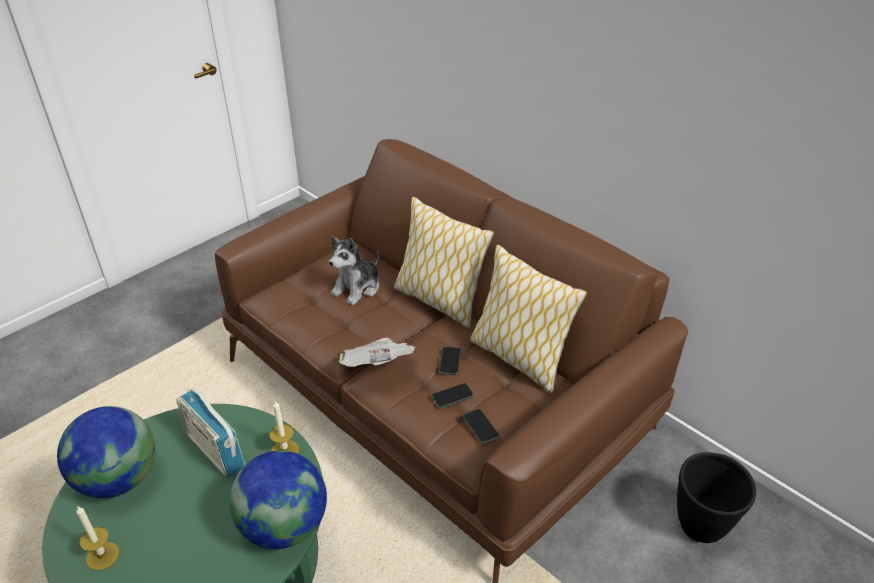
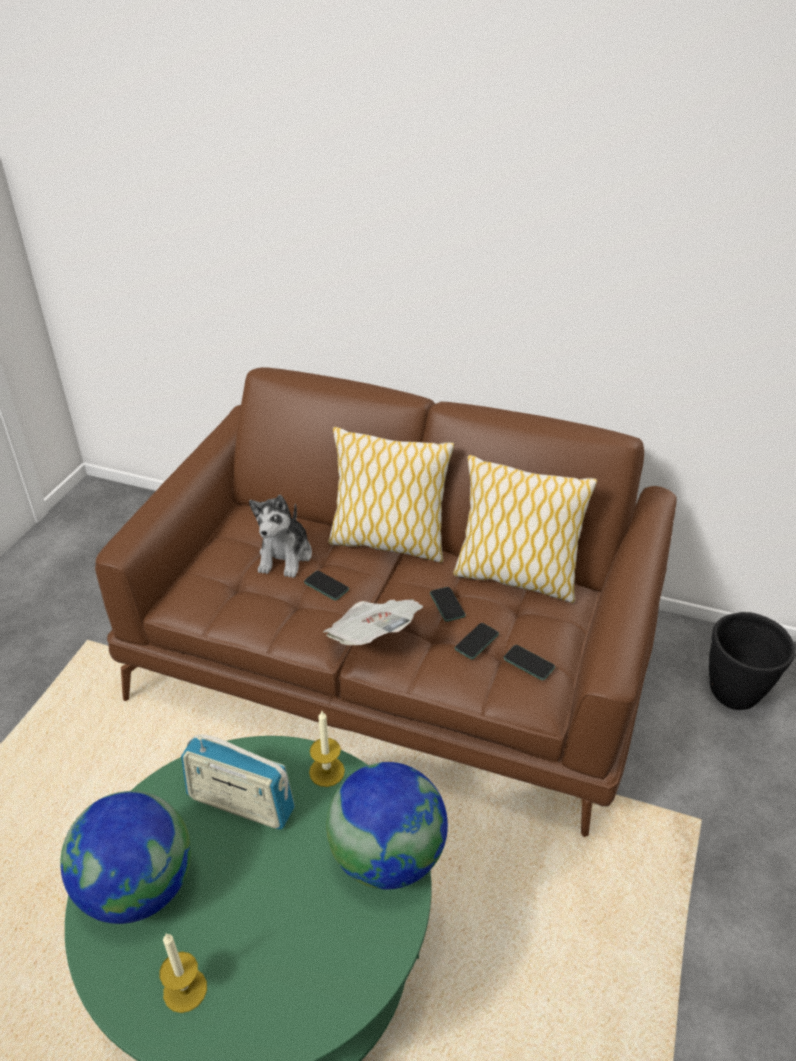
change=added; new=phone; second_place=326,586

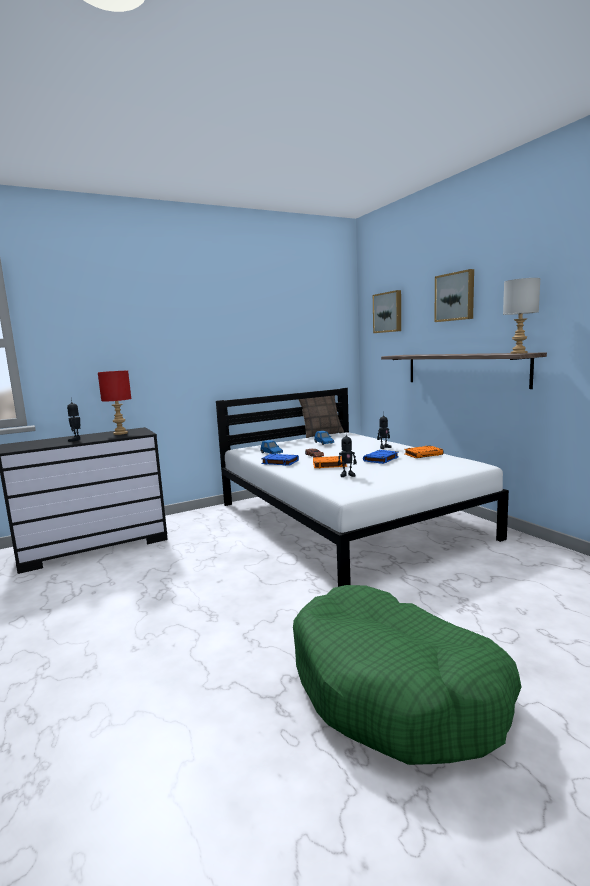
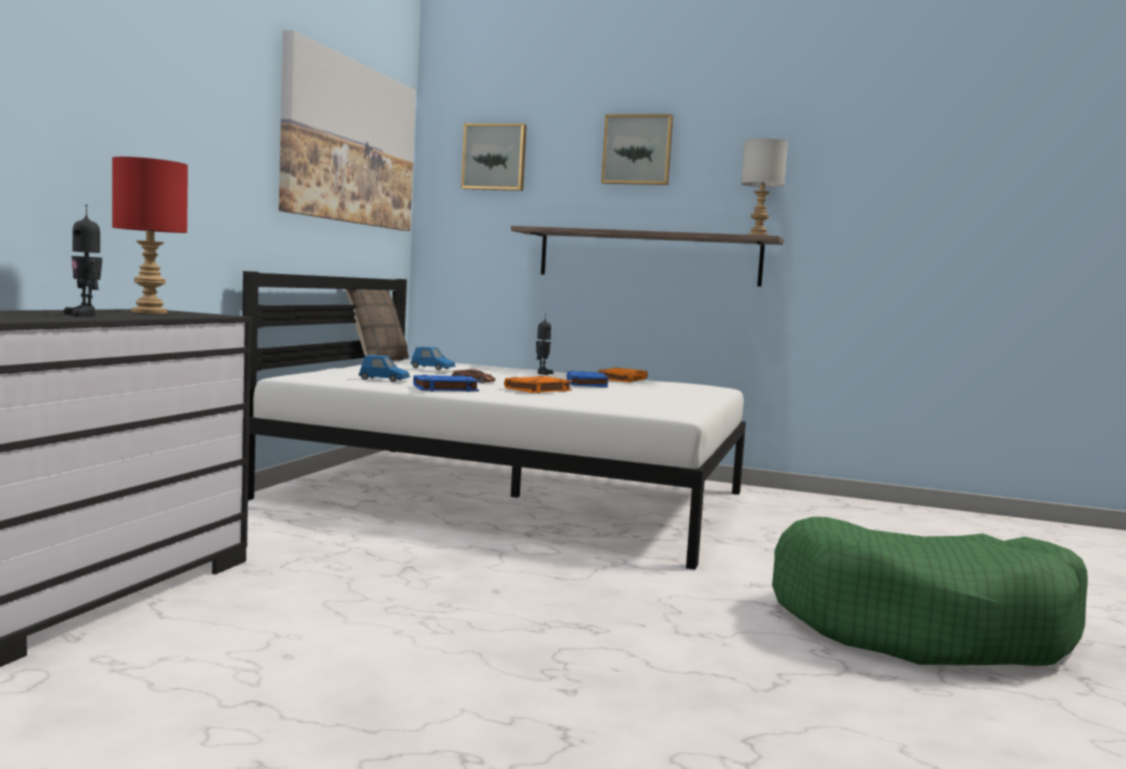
change=removed; old=toy robot; first_place=347,475
change=added; new=picture; second_place=350,143

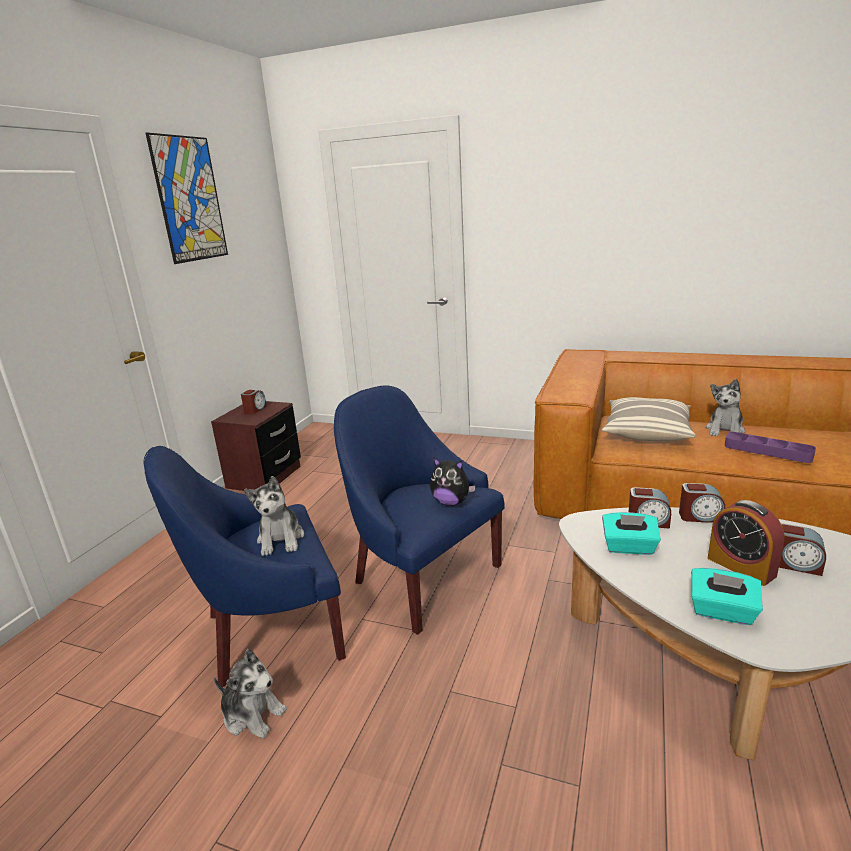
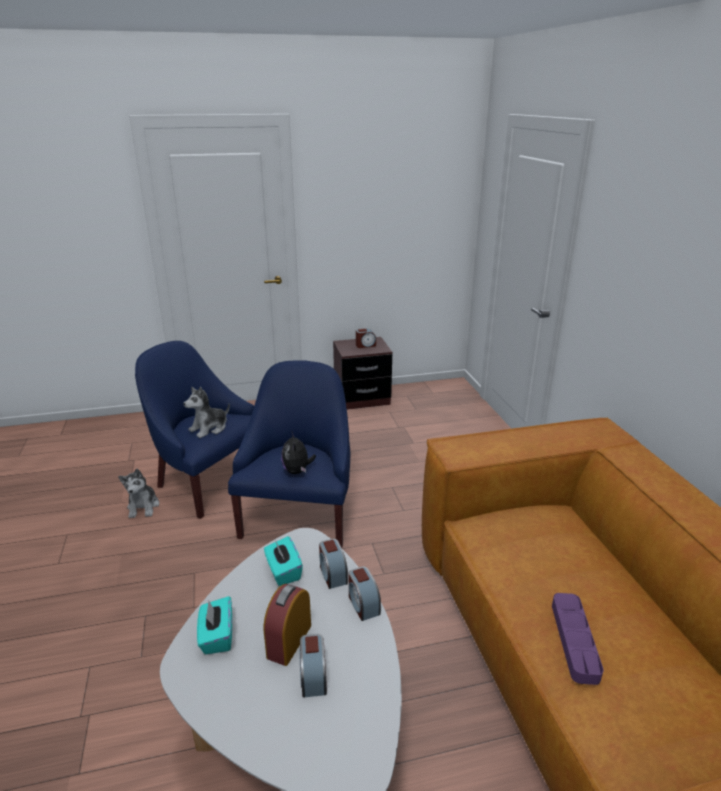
change=removed; old=picture; first_place=189,199
change=removed; old=pillow; first_place=646,432
change=removed; old=plush toy; first_place=725,430

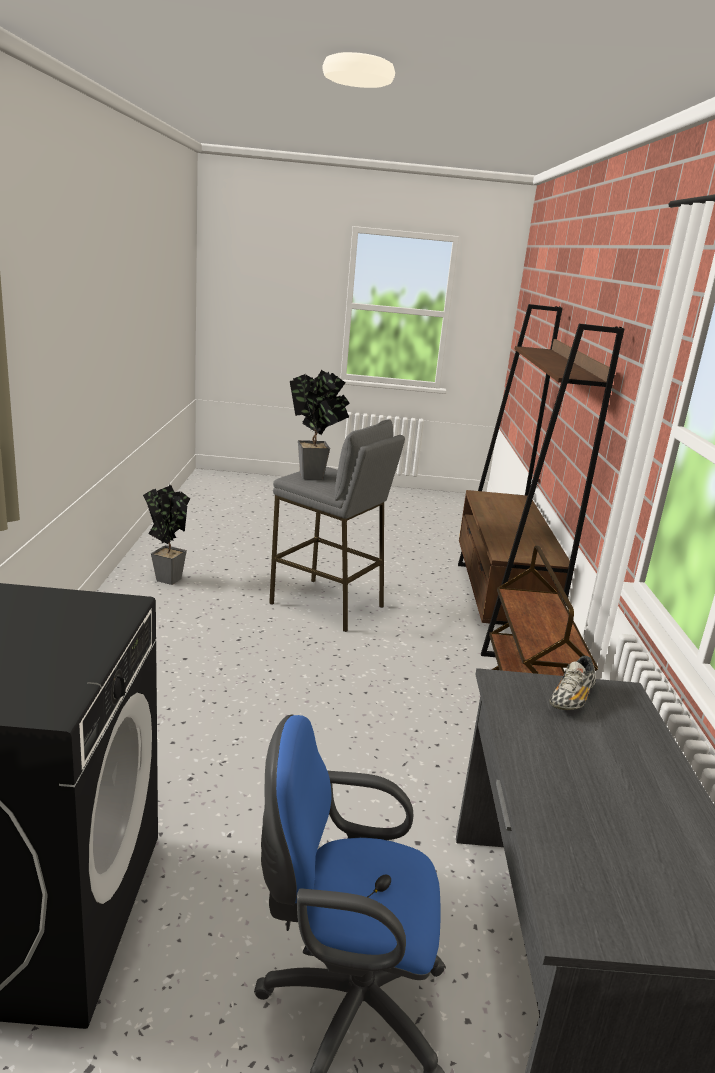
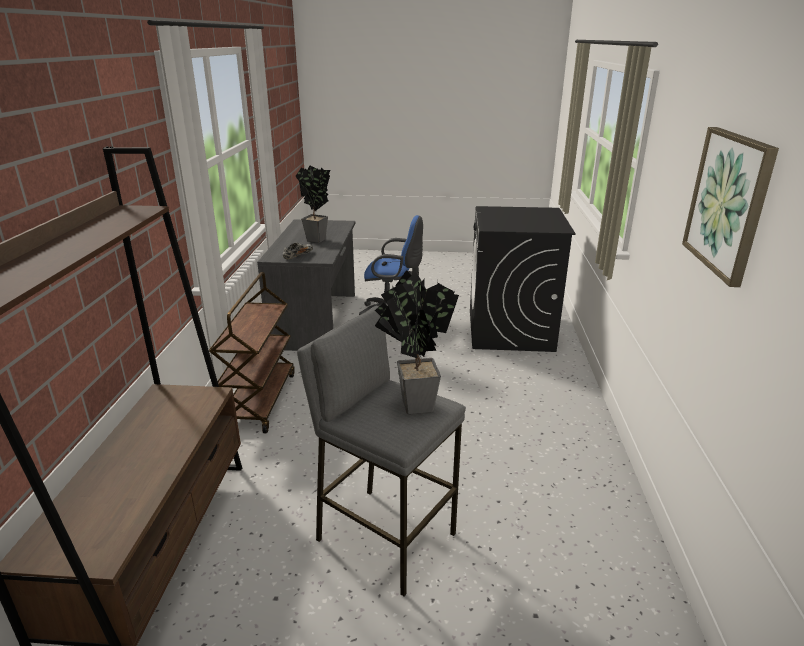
change=added; new=picture; second_place=728,203
change=moved; old=potted plant; first_place=166,578; second_place=317,241

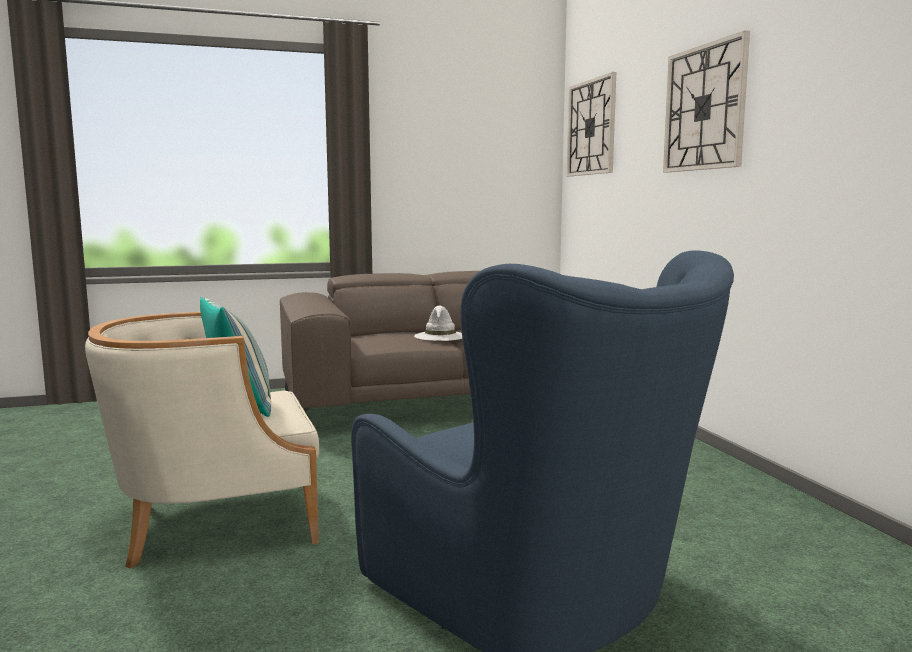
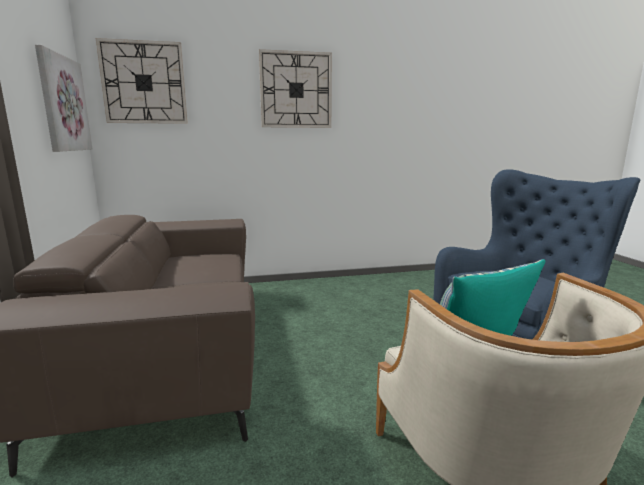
change=removed; old=white hat; first_place=440,336
change=added; new=picture; second_place=63,104

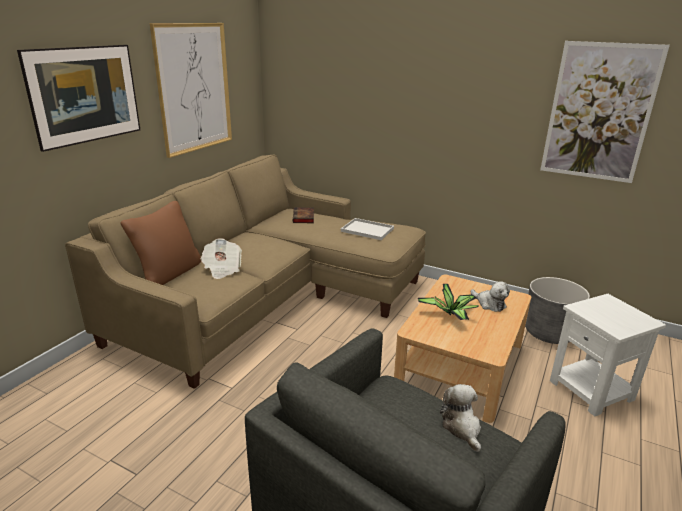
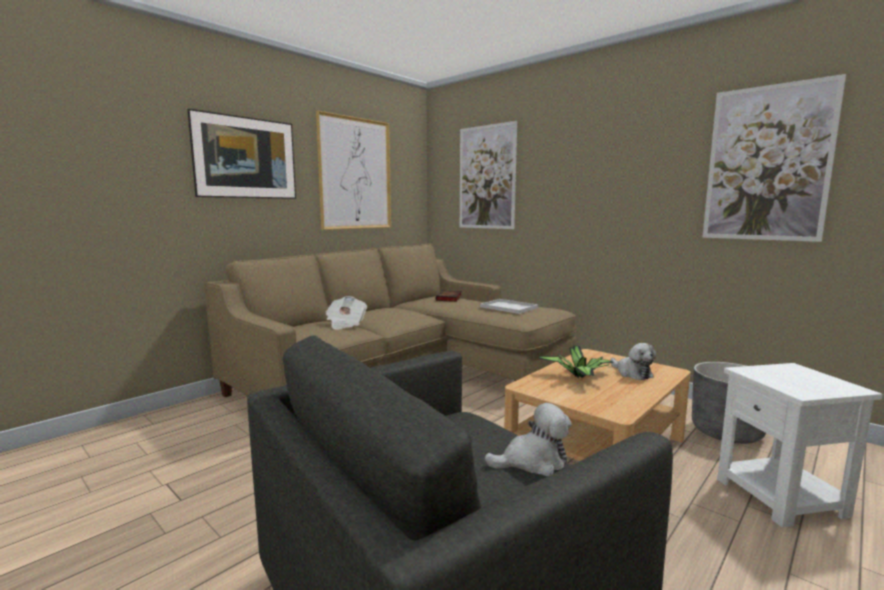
change=removed; old=brown pillow; first_place=168,274
change=added; new=picture; second_place=486,177
change=turned; old=plush toy; first_place=462,427; second_place=533,462; degrees=75

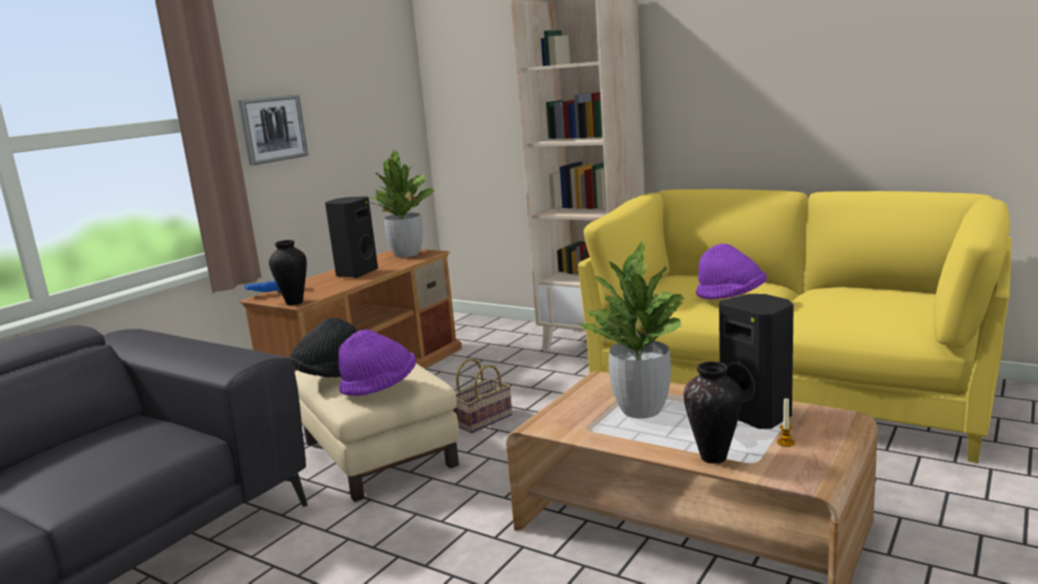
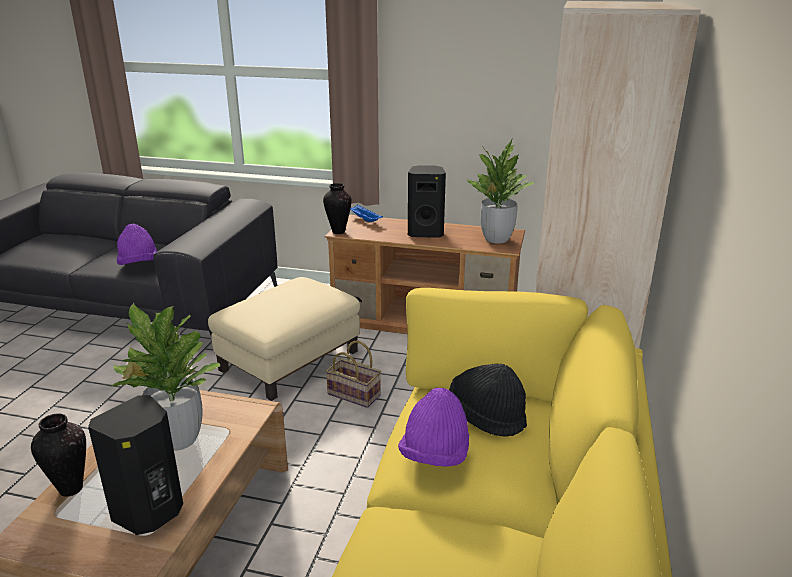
change=removed; old=picture; first_place=273,129
change=removed; old=candle; first_place=785,442
change=moved; old=black hat; first_place=329,375; second_place=486,416
change=moved; old=purple hat; first_place=380,388; second_place=139,265

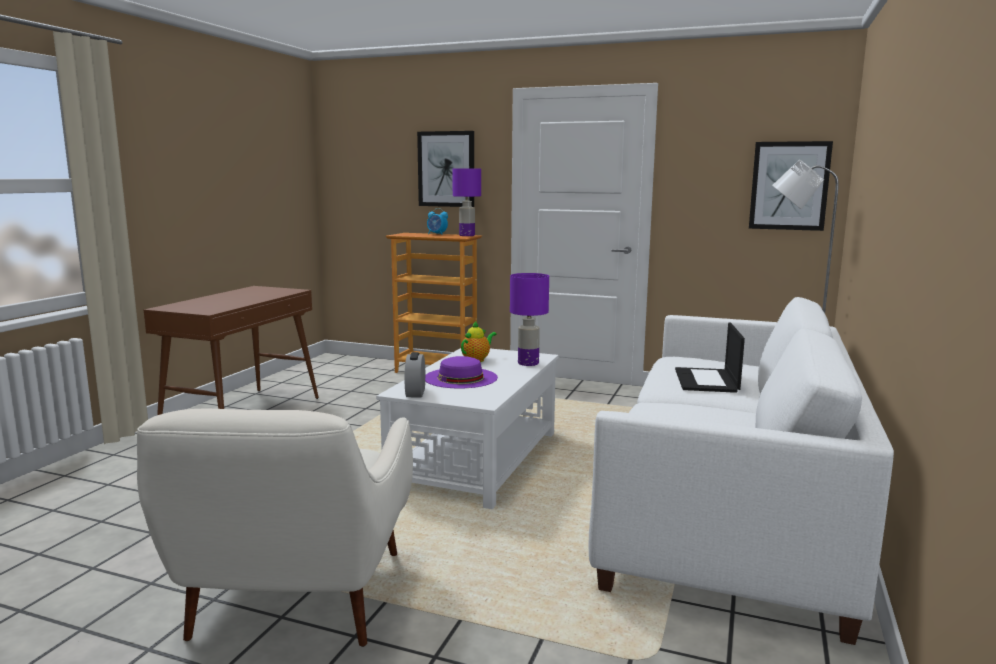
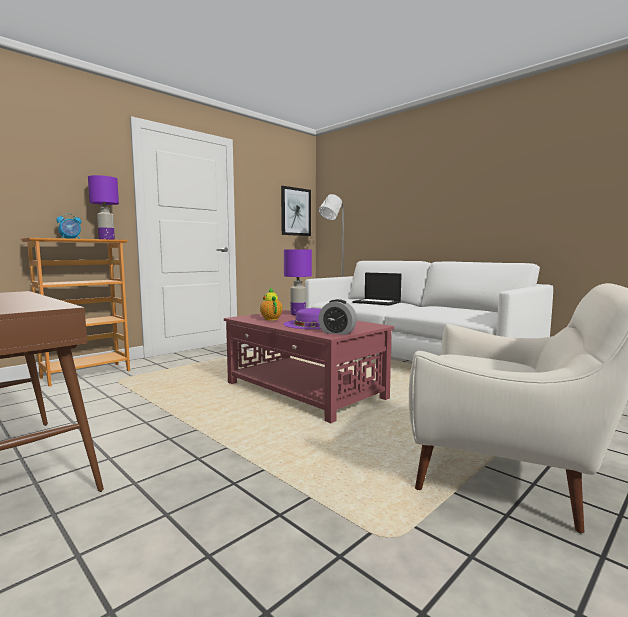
change=removed; old=picture; first_place=446,169
change=recoloured; old=white coffee table; new=red coffee table; first_place=476,460; second_place=304,391

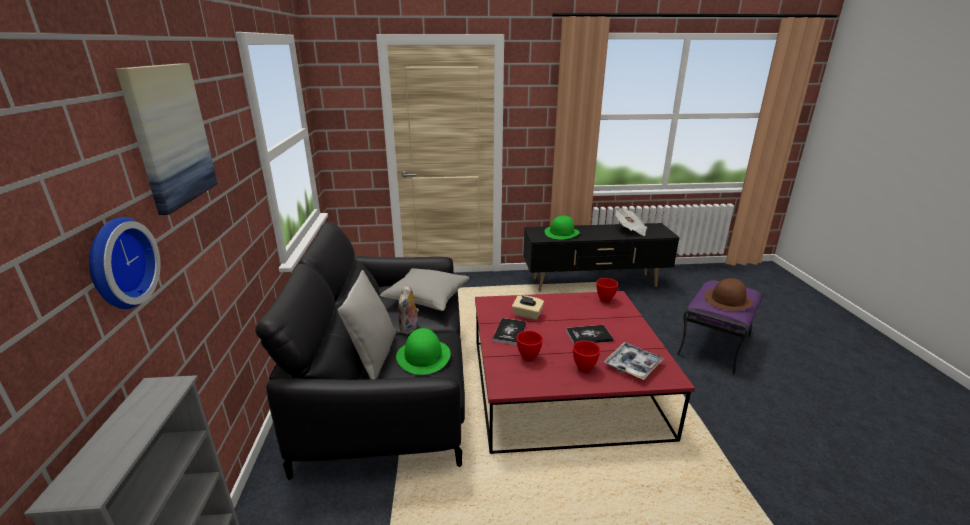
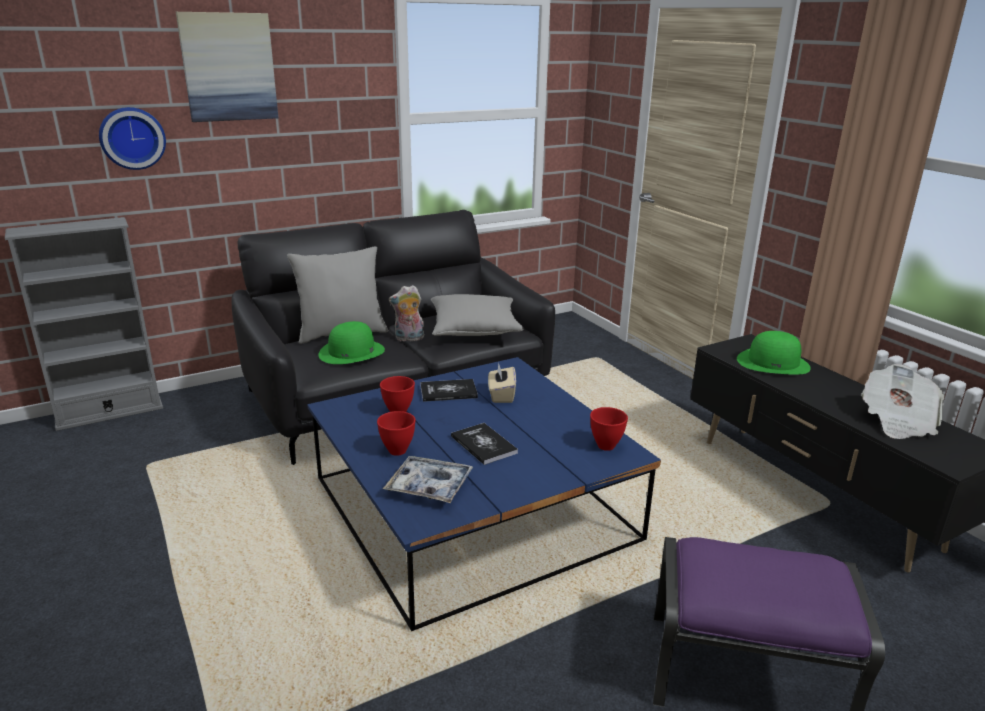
change=removed; old=brown hat; first_place=728,300
change=recoloured; old=red coffee table; new=blue coffee table; first_place=563,386; second_place=473,508

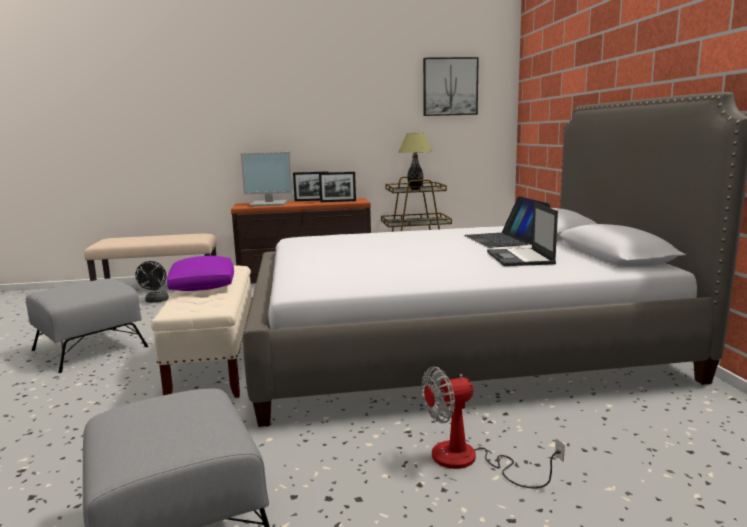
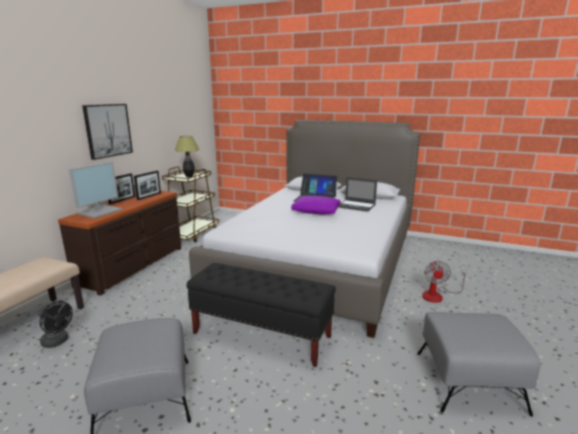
change=moved; old=purple pillow; first_place=202,285; second_place=315,211
change=moved; old=picture; first_place=450,86; second_place=108,130
change=recoloured; old=beige bench; new=black bench; first_place=215,362; second_place=262,335

